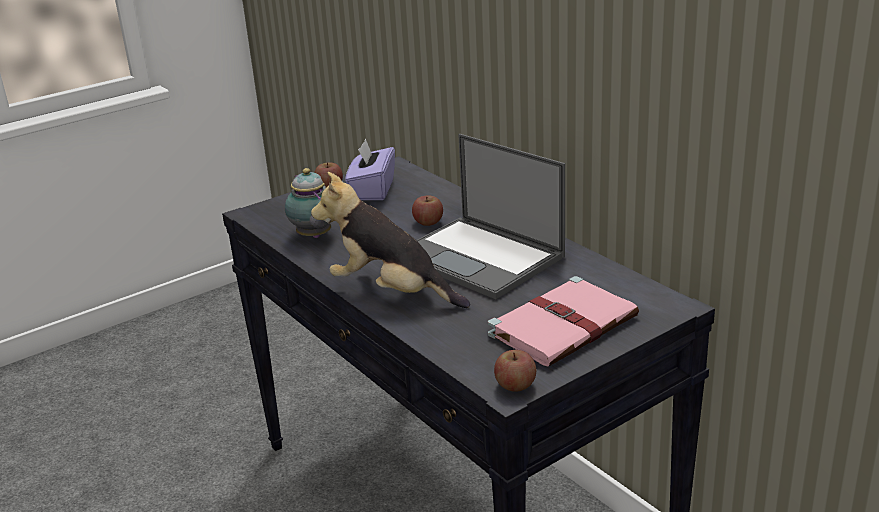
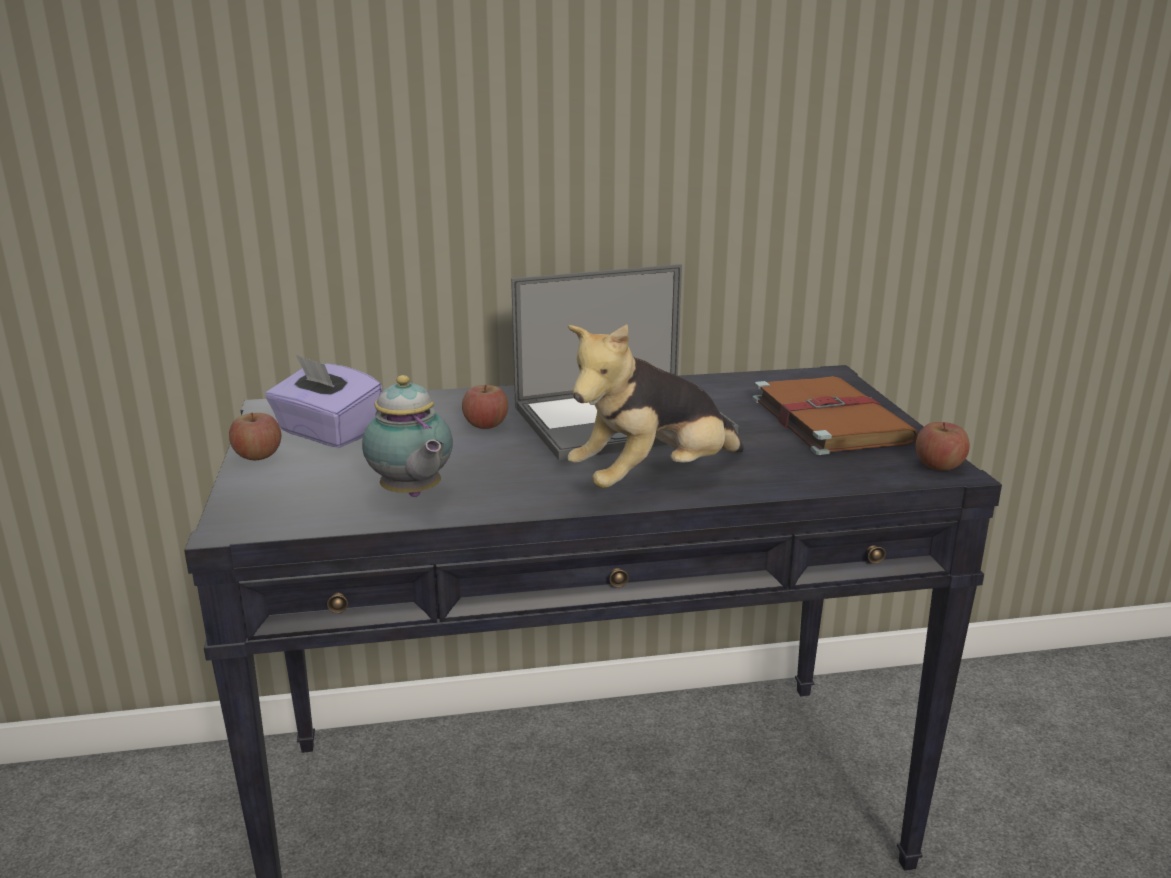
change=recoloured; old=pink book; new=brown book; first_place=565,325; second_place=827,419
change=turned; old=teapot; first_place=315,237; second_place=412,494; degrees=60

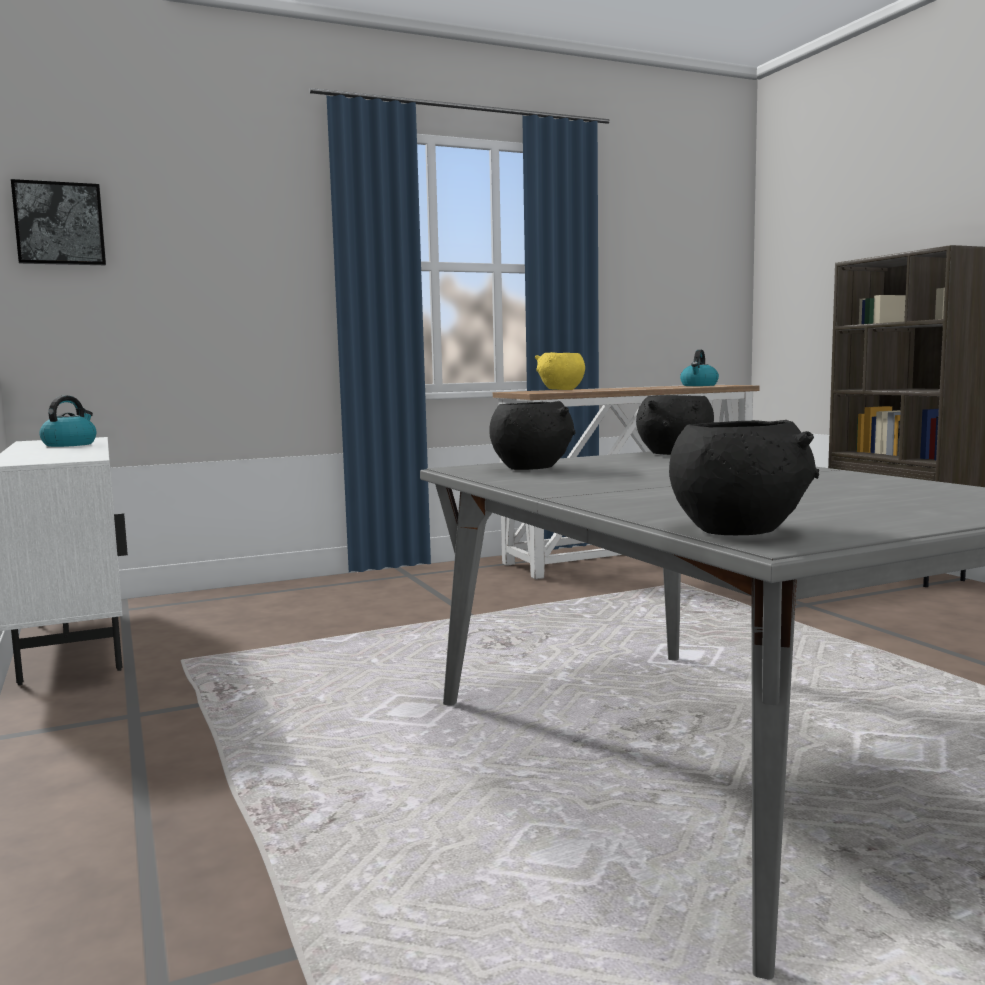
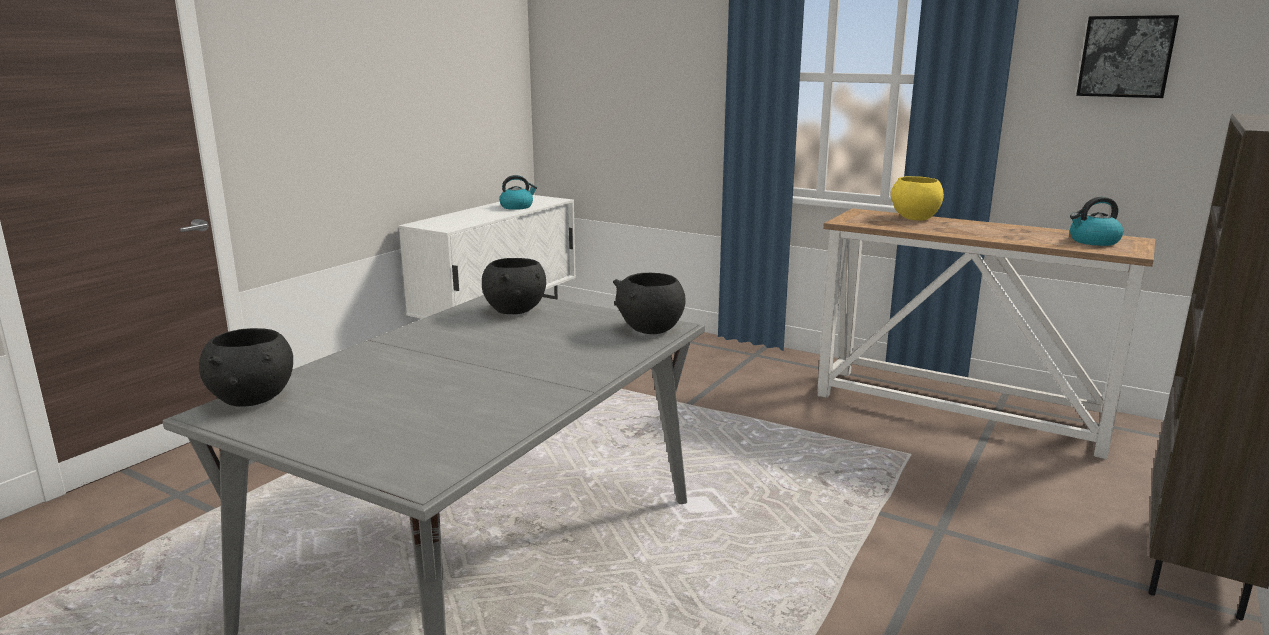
change=moved; old=picture; first_place=59,224; second_place=1126,56

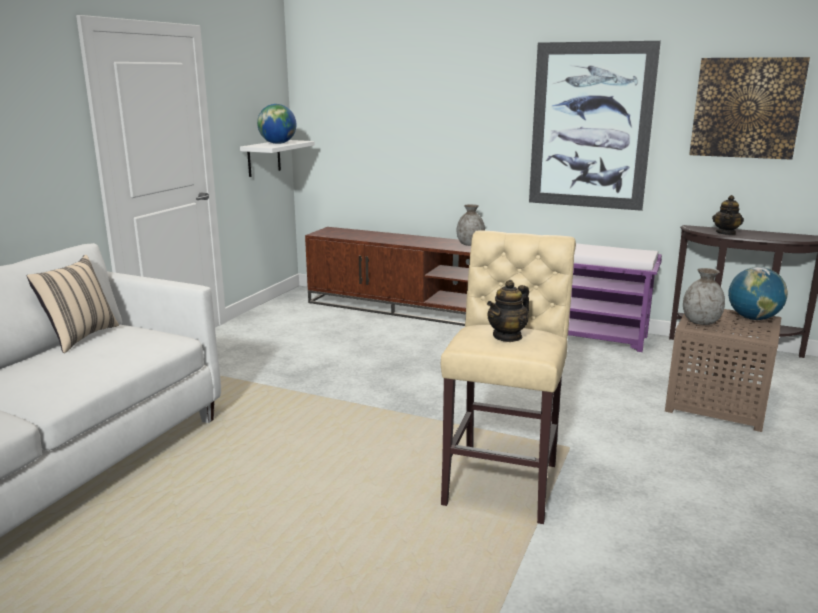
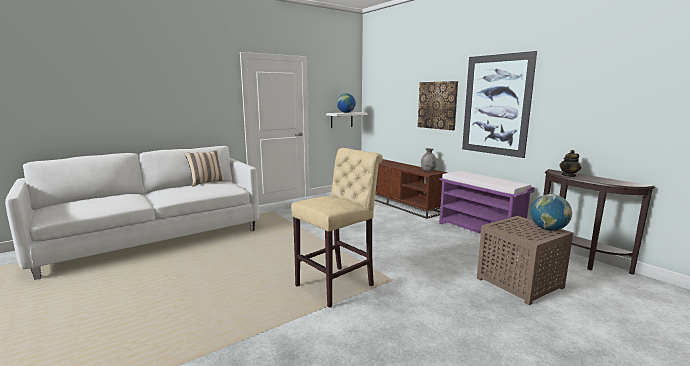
change=removed; old=teapot; first_place=507,336
change=removed; old=grey vase; first_place=701,322
change=moved; old=picture; first_place=746,108; second_place=437,105

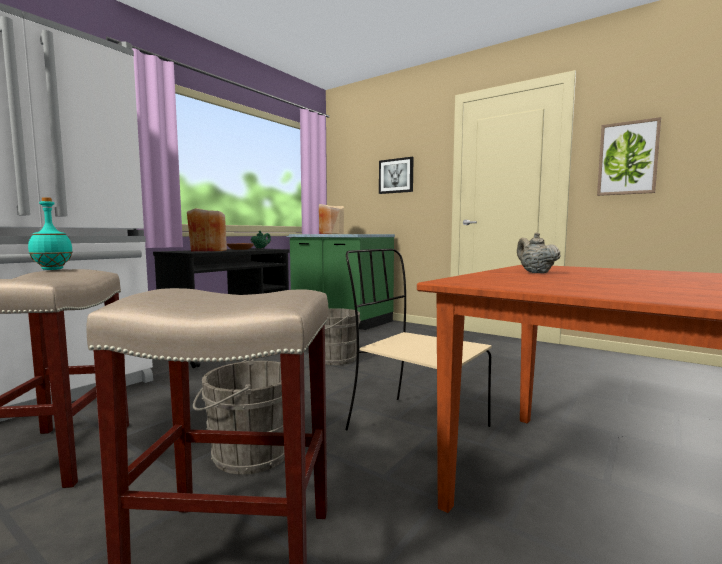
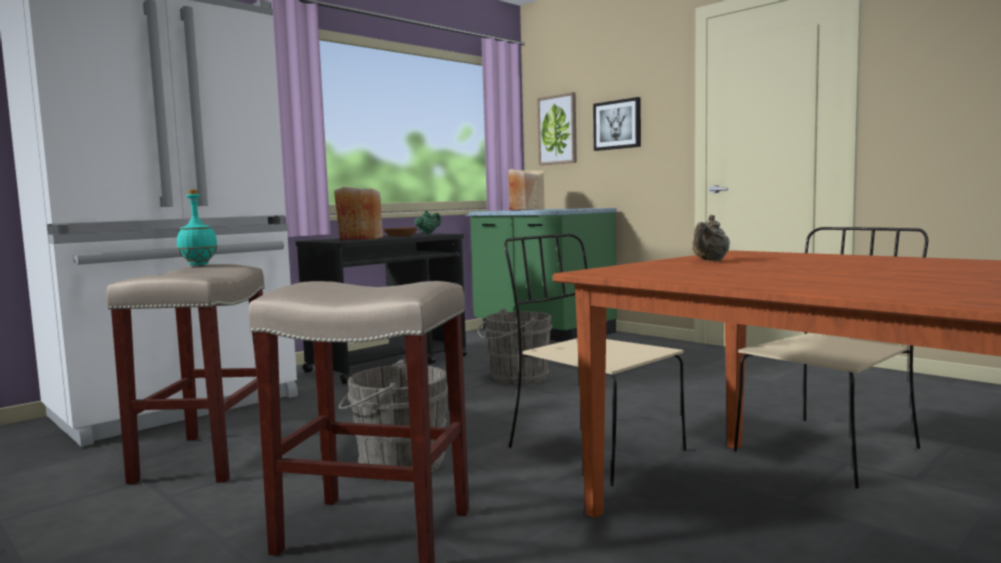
change=added; new=beige chair; second_place=828,449
change=moved; old=picture; first_place=627,158; second_place=557,130
change=turned; old=beige teapot; first_place=535,272; second_place=710,261; degrees=-135

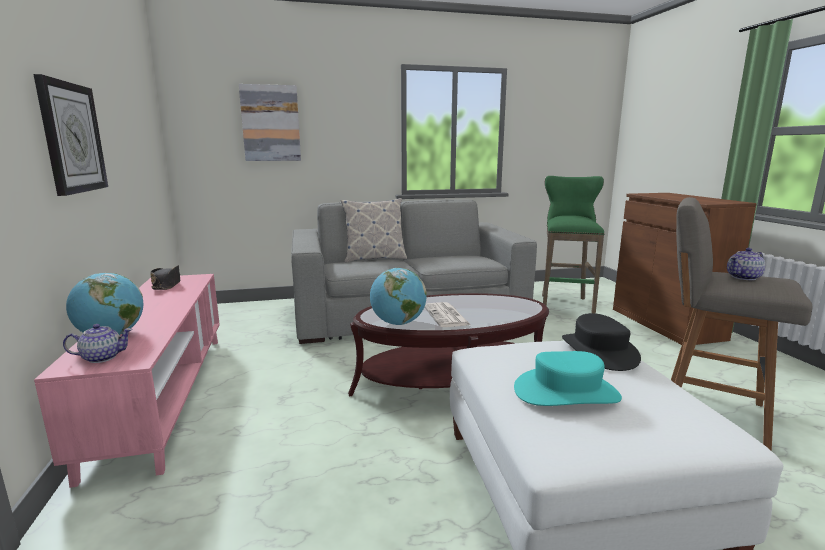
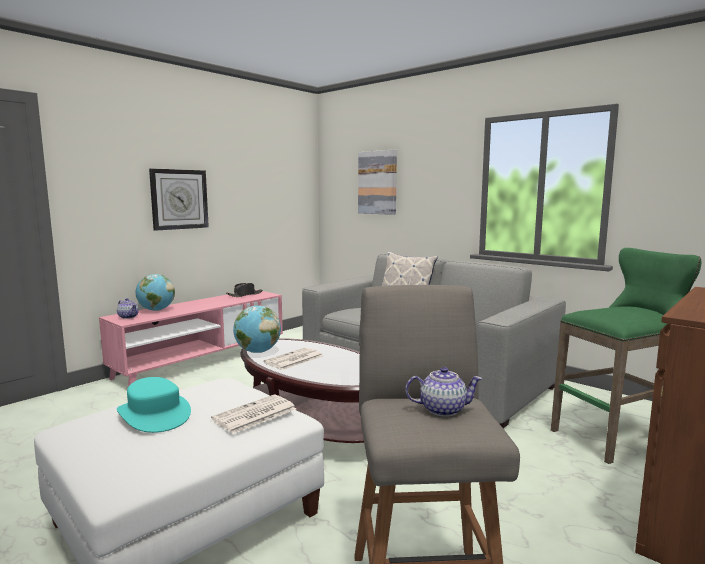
change=replaced; old=black hat; new=newspaper; first_place=599,351; second_place=254,415
change=turned; old=teapot; first_place=744,277; second_place=442,409; degrees=150

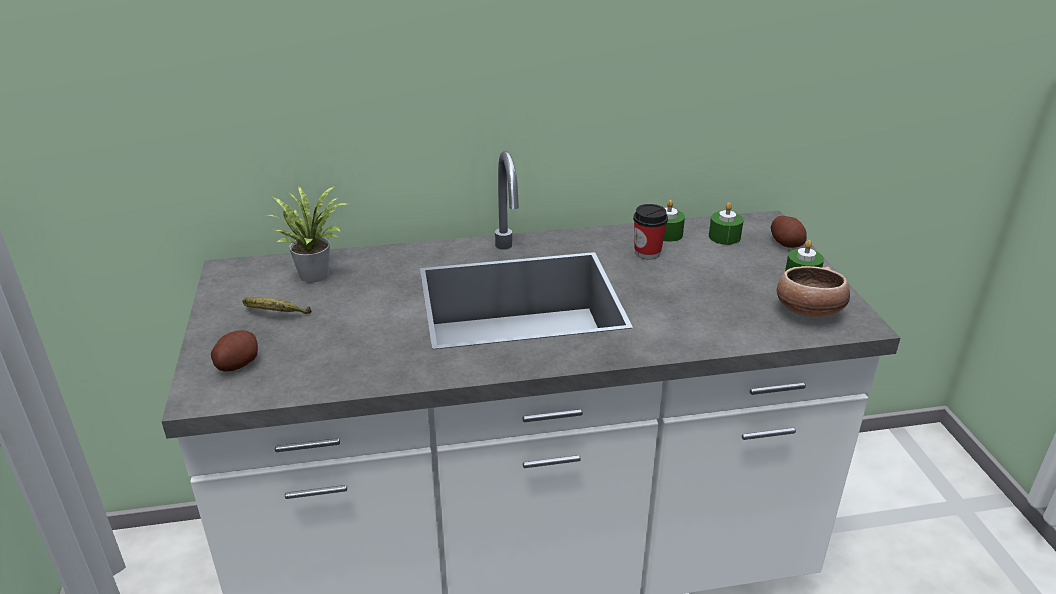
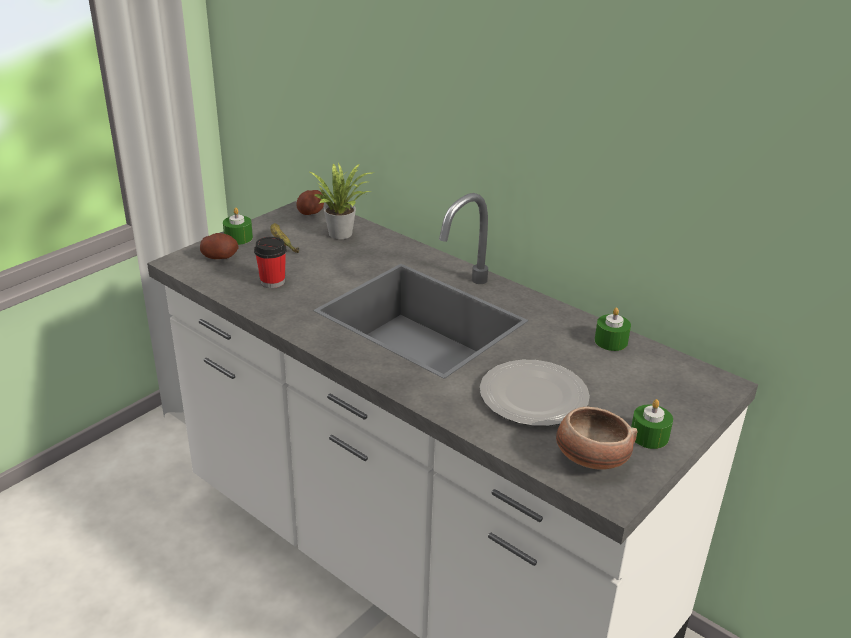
change=added; new=plate; second_place=535,397
change=moved; old=cup; first_place=647,253; second_place=272,282
change=moved; old=green candle; first_place=724,237; second_place=238,238
change=moved; old=potato; first_place=786,243; second_place=311,213

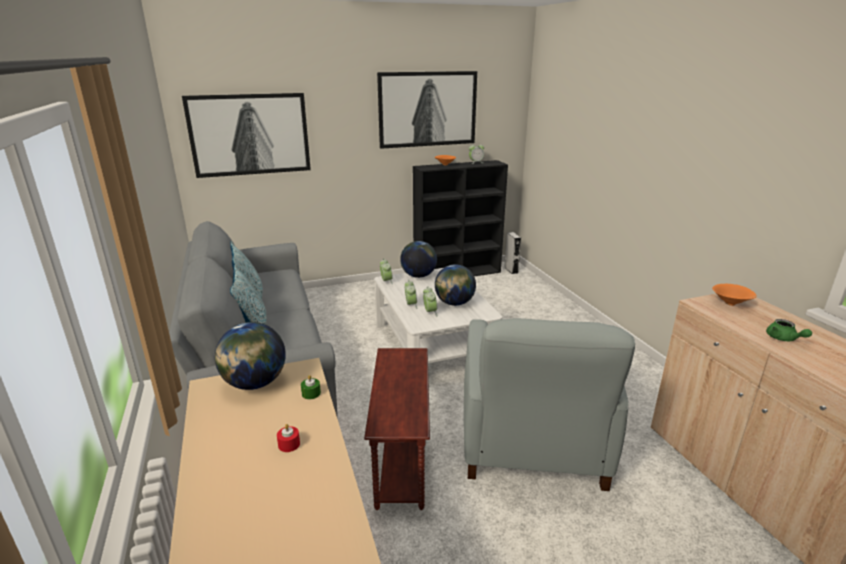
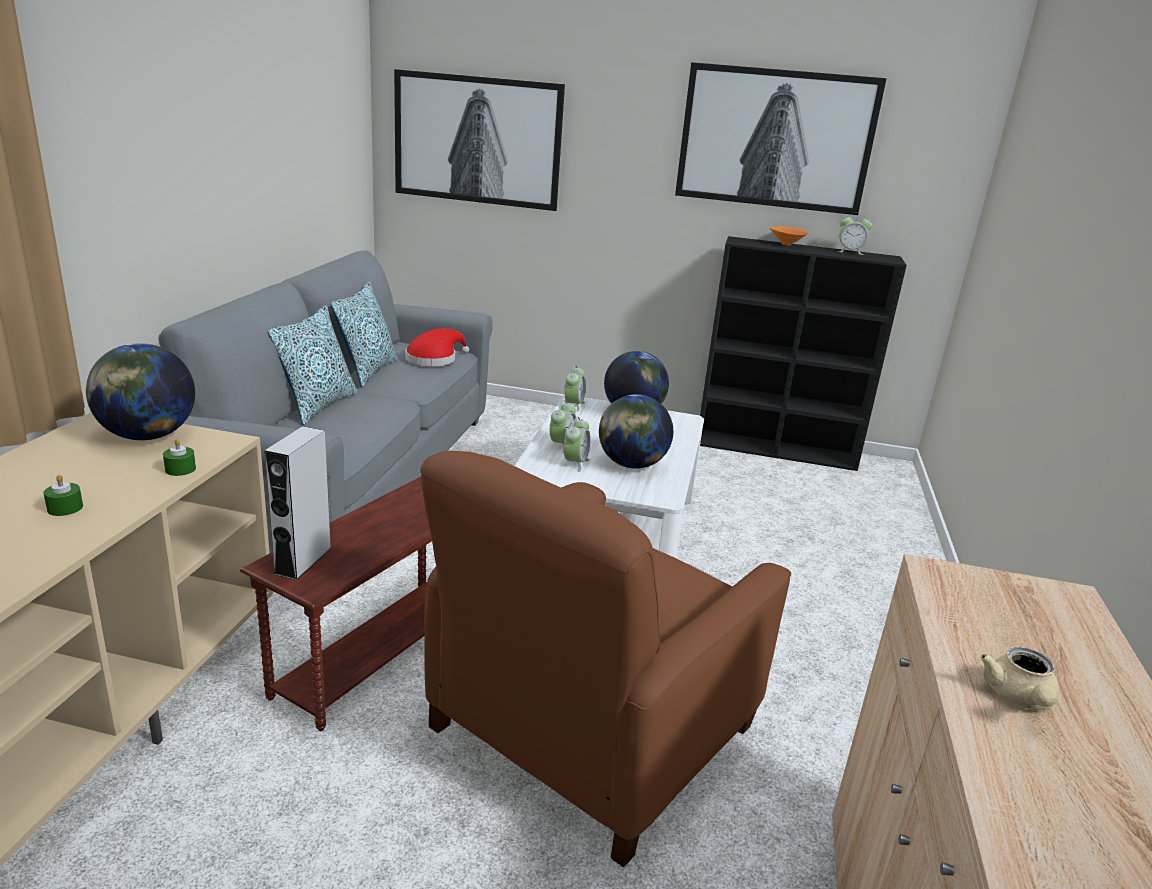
change=removed; old=orange bowl; first_place=731,304
change=added; new=red hat; second_place=434,359
change=moved; old=grey speaker; first_place=511,270; second_place=303,561
change=recoloured; old=red candle; new=green candle; first_place=289,444; second_place=65,508
change=recoloured; old=grey armchair; new=brown armchair; first_place=532,442; second_place=588,730
change=recoloured; old=green teapot; new=beige teapot; first_place=783,339; second_place=1018,699

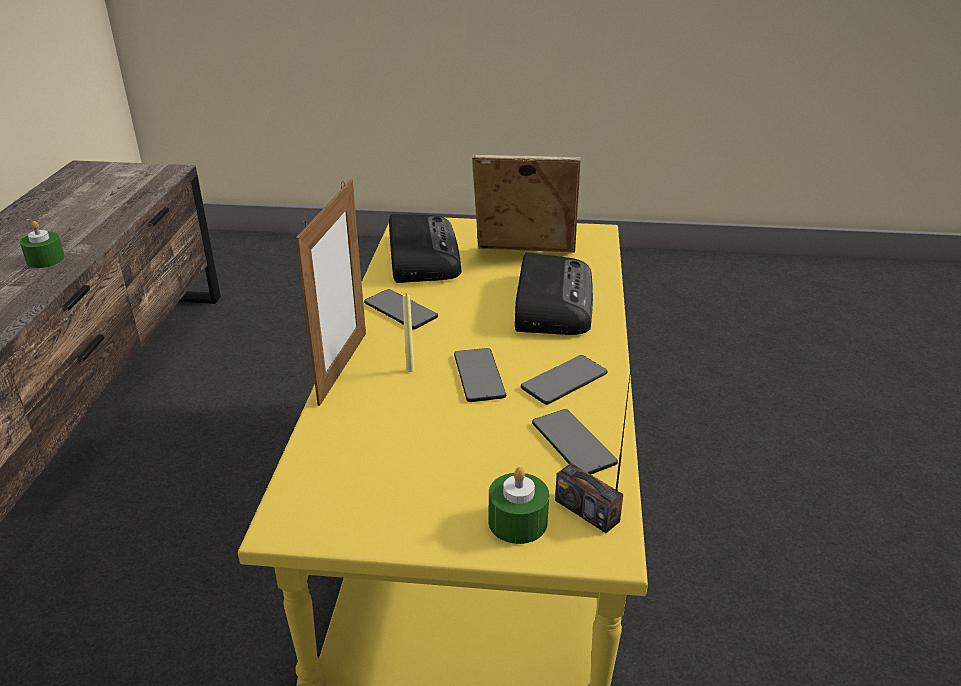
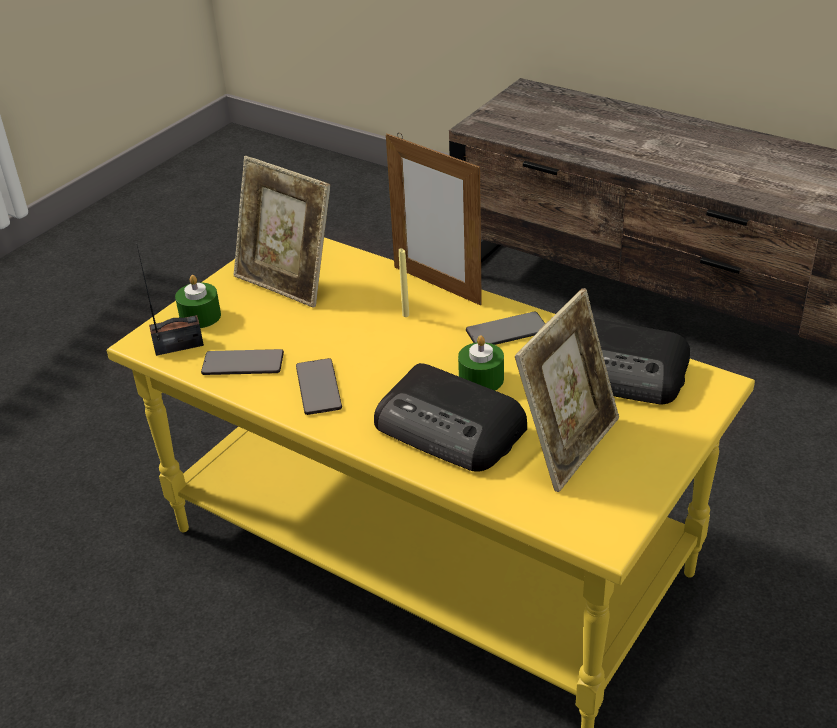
change=removed; old=phone; first_place=479,376
change=added; new=picture frame; second_place=287,283
change=moved; old=green candle; first_place=45,260; second_place=481,379

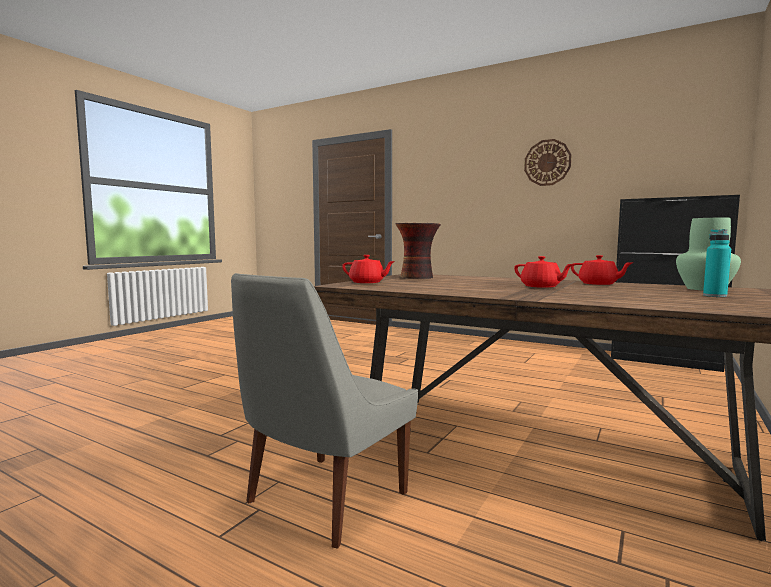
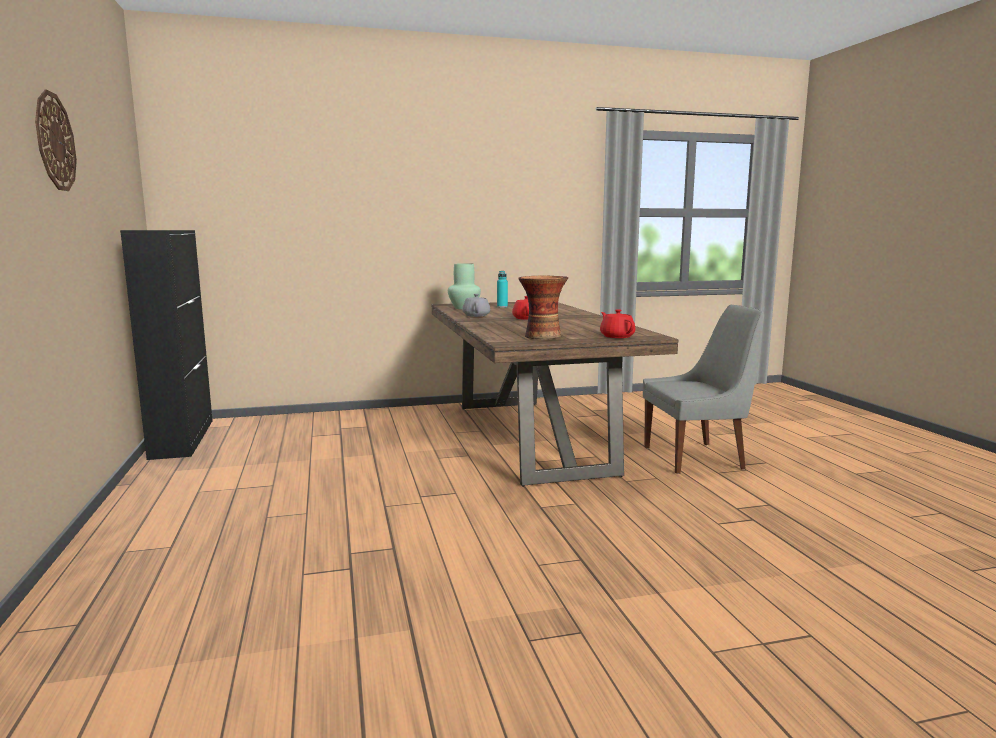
change=recoloured; old=red teapot; new=grey teapot; first_place=598,284; second_place=476,315

